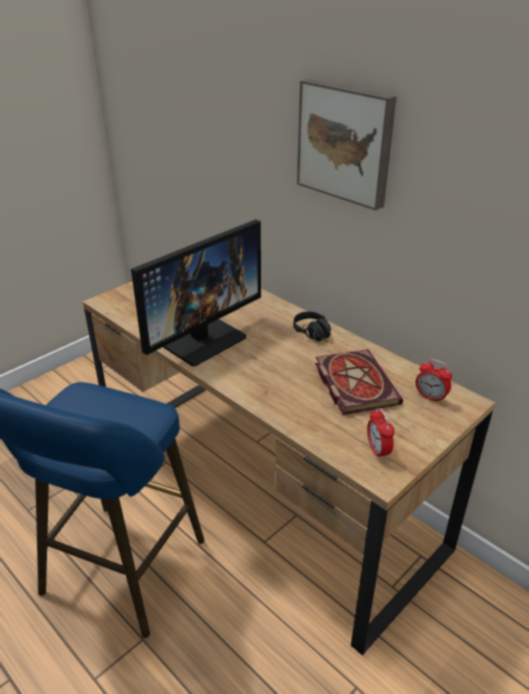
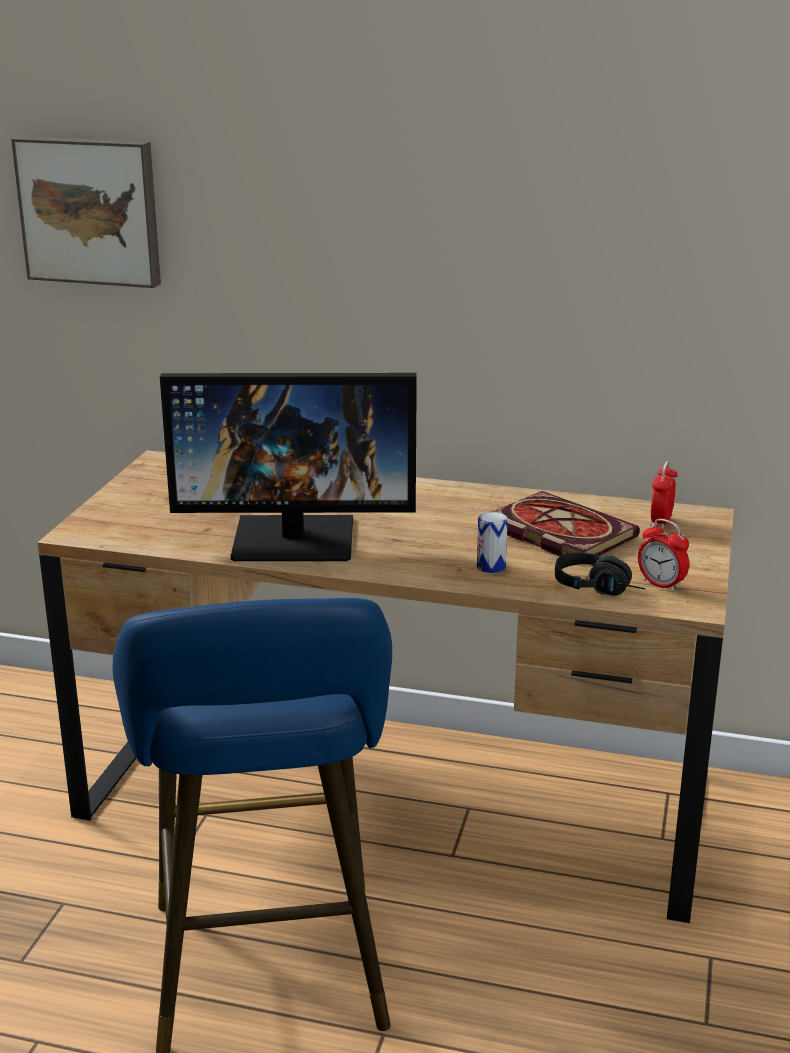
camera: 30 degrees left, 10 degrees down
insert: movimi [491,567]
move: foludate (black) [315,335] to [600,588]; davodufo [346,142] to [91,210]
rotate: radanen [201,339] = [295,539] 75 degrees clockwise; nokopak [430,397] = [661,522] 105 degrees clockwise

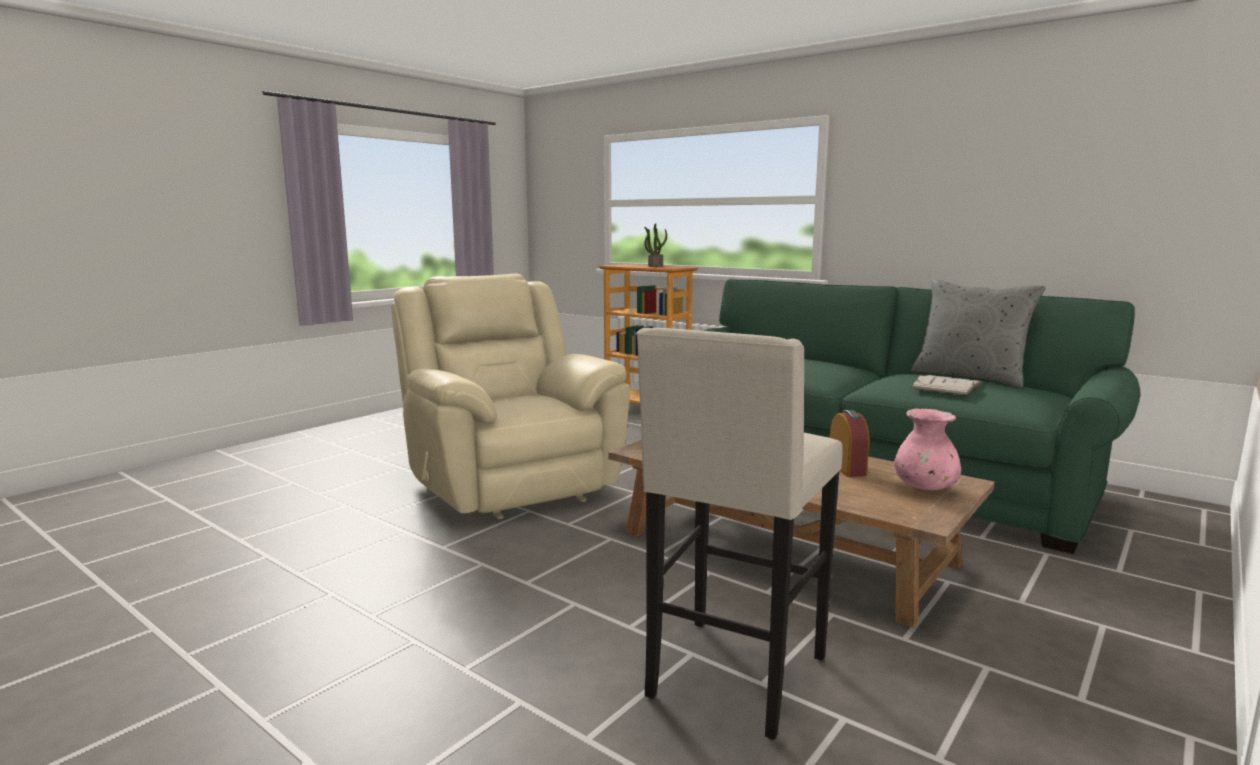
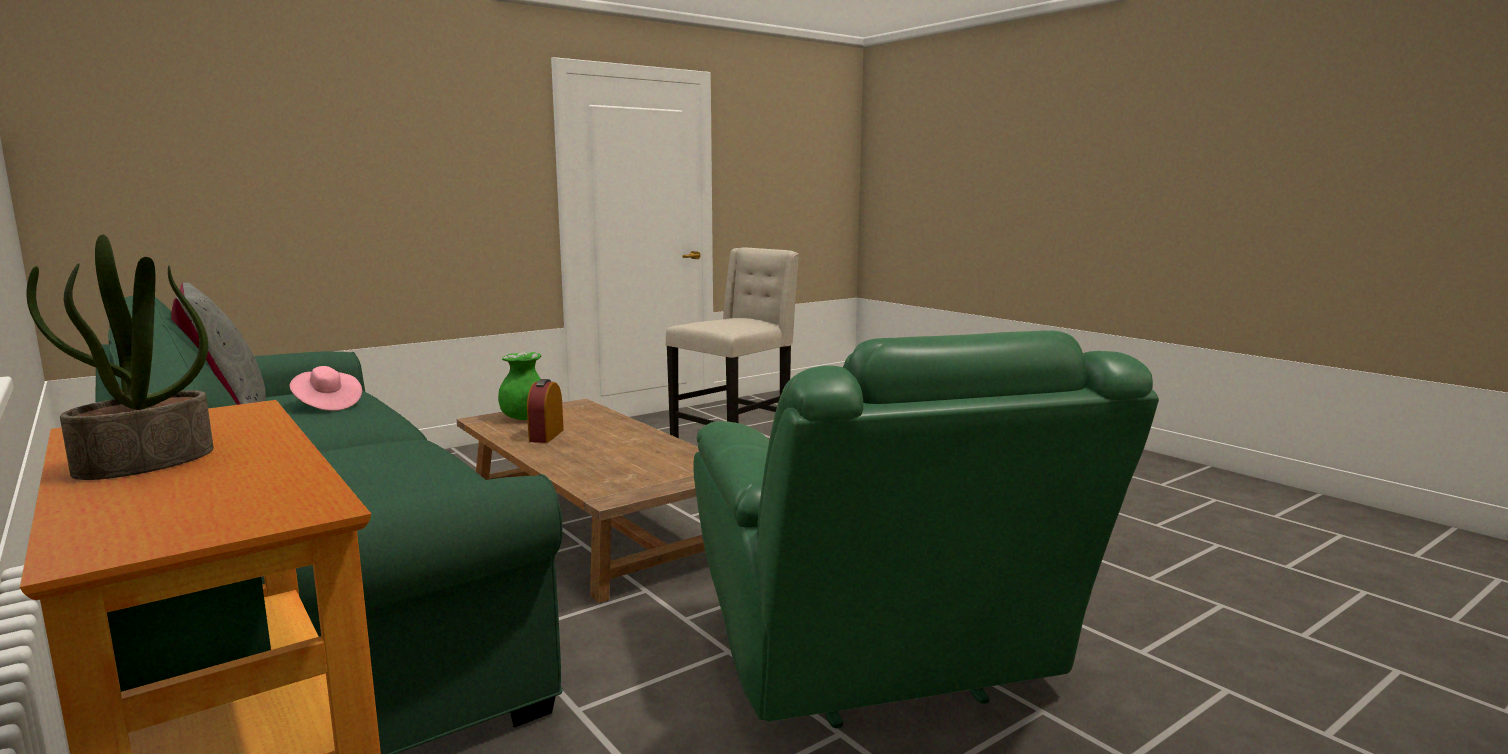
camera: 165 degrees left, 0 degrees up
replace: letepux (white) [946,386] to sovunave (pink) [327,405]
recolor: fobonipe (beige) [509,483] to fobonipe (green) [883,670]; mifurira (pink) [925,488] to mifurira (green) [525,418]

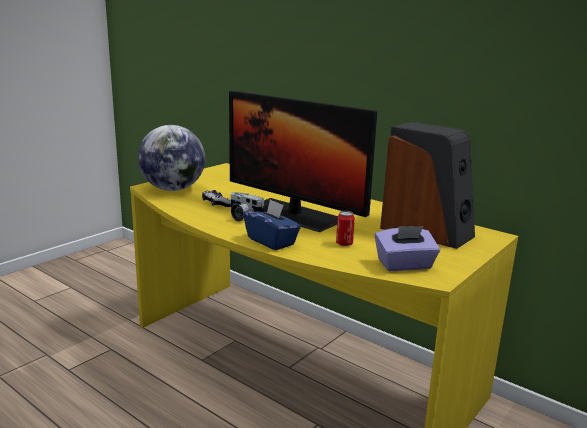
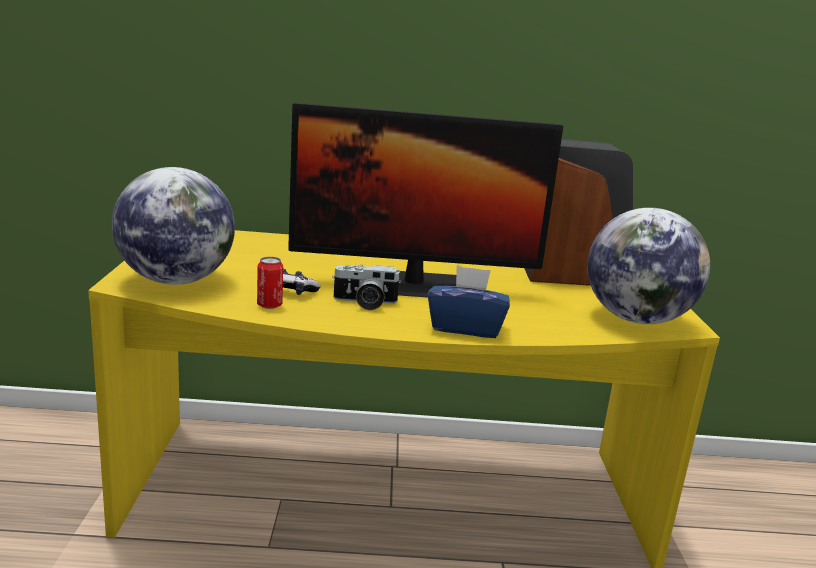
camera: 40 degrees left, 0 degrees up
move: movimi [344,244] to [269,305]
replace: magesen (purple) [405,265] to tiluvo [636,319]

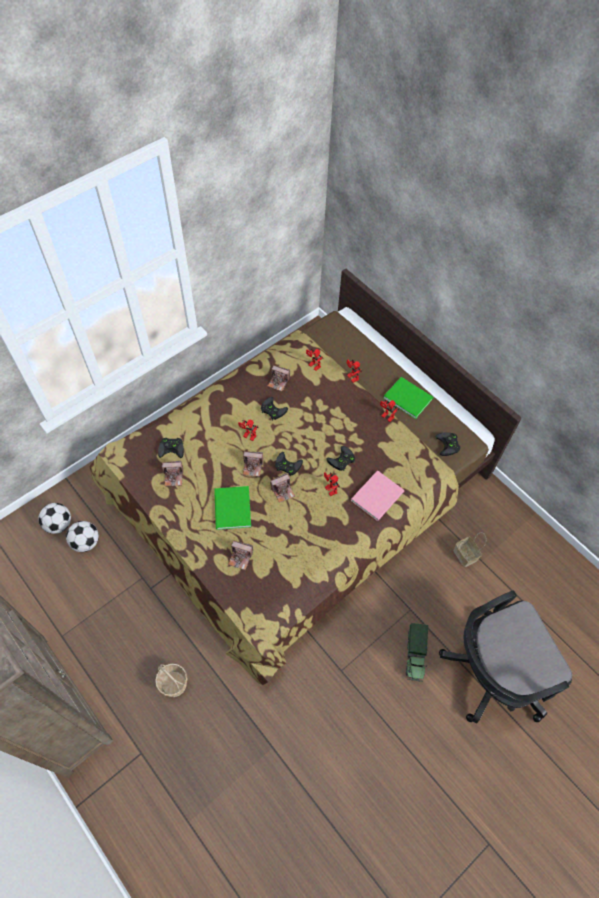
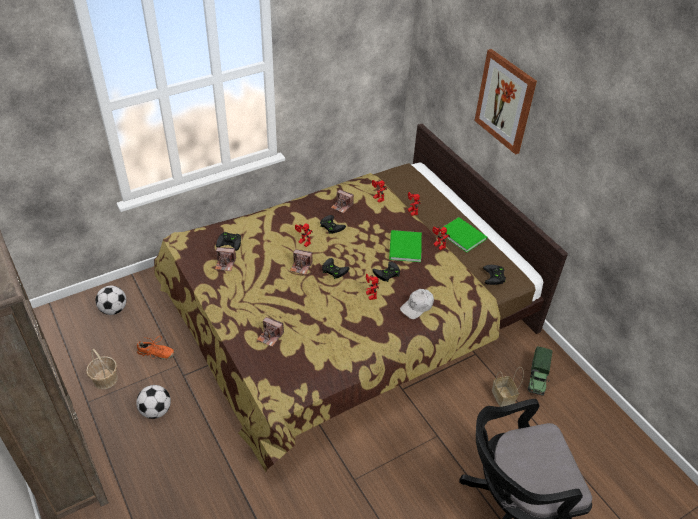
camera: 10 degrees right, 15 degrees down
delete: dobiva [282,491]
insert: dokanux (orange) [156,354]; davodufo [505,101]
move: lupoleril [86,542] to [156,411]; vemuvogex [174,684] to [105,379]; letepux (green) [231,510] to [404,248]; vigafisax [415,655] to [537,378]
replace: letepux (pink) [379,496] to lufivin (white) [417,307]

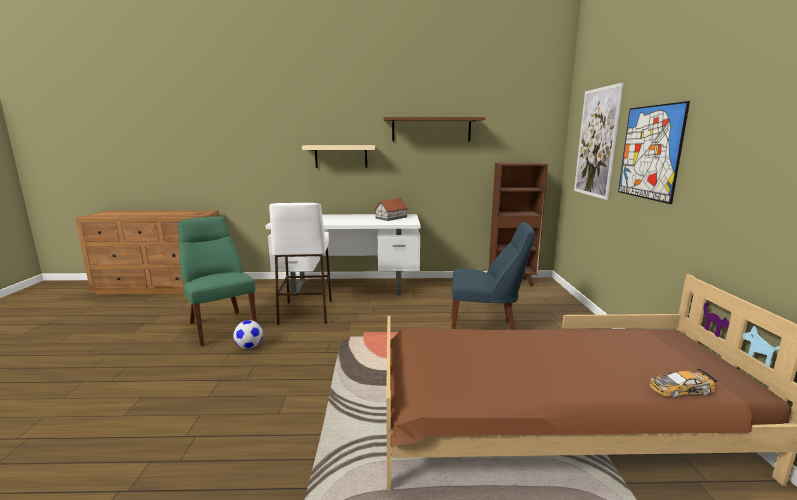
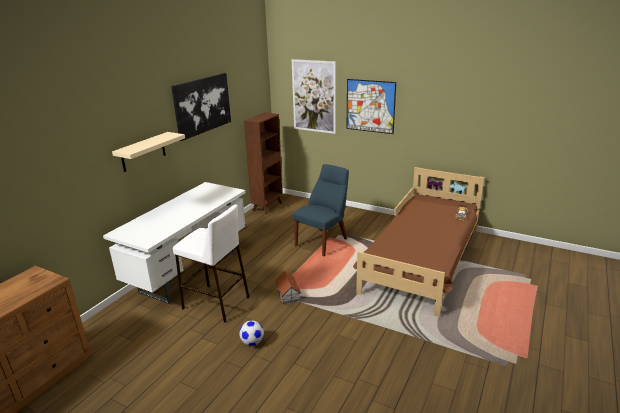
camera: 60 degrees left, 10 degrees up
delete: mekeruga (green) [221,326]
move: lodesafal [391,217] to [288,293]
replace: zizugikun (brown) [431,130] to davodufo [202,105]

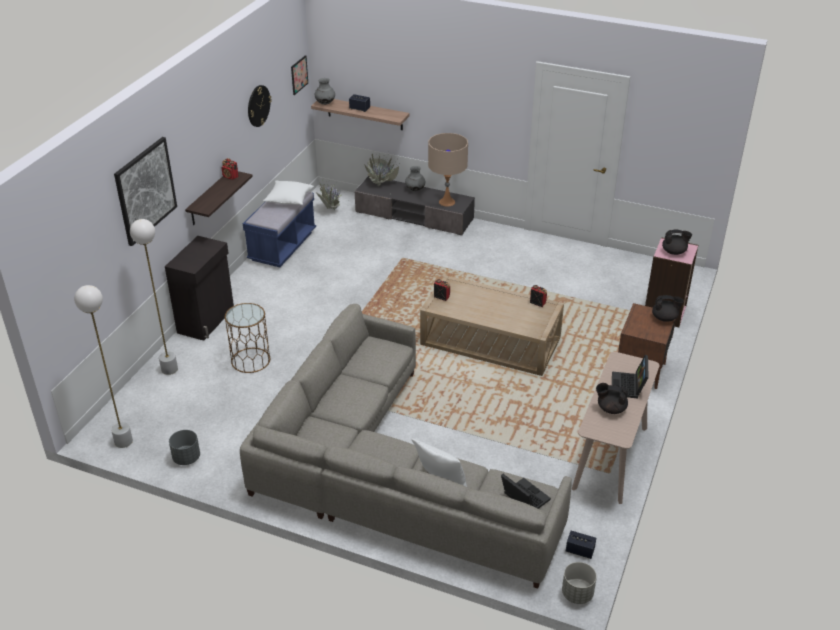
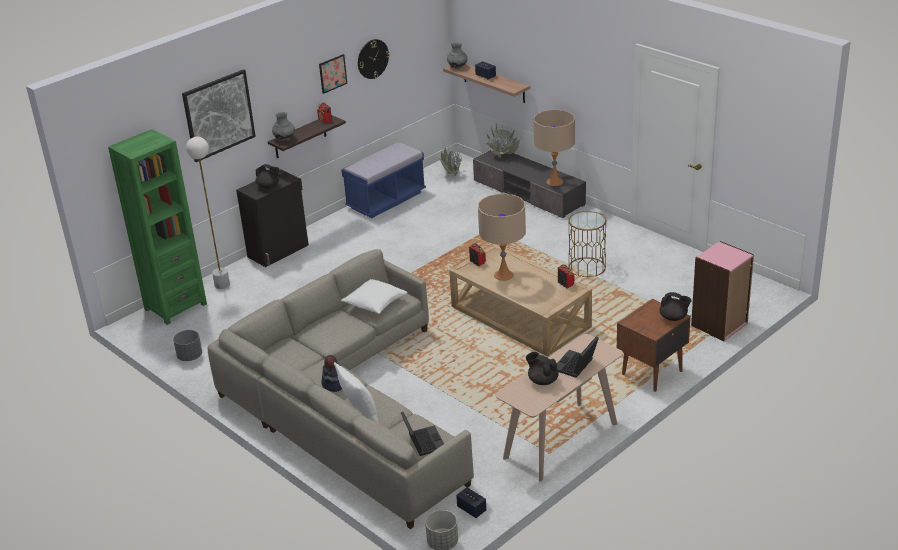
camera: 25 degrees right, 5 degrees down
delete: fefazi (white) [123,441]
insert: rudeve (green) [175,306]; sovunave [333,384]; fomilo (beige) [504,275]
move: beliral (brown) [250,360] to [586,267]; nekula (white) [289,199] to [374,303]; davodufo [299,75] to [332,73]; mifurira (grey) [415,190] to [284,139]; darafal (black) [674,252] to [269,186]

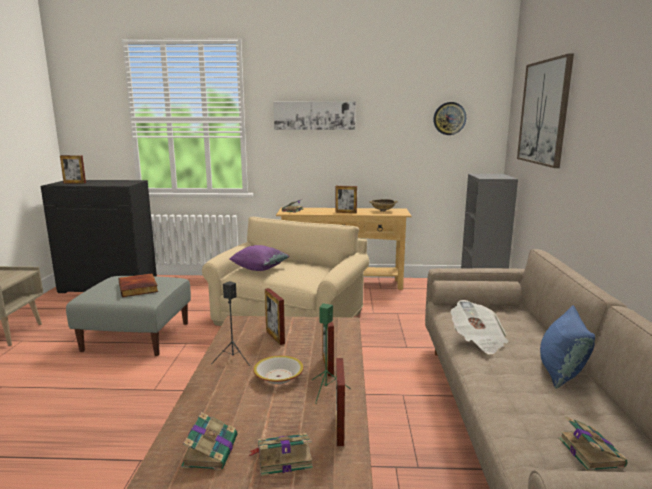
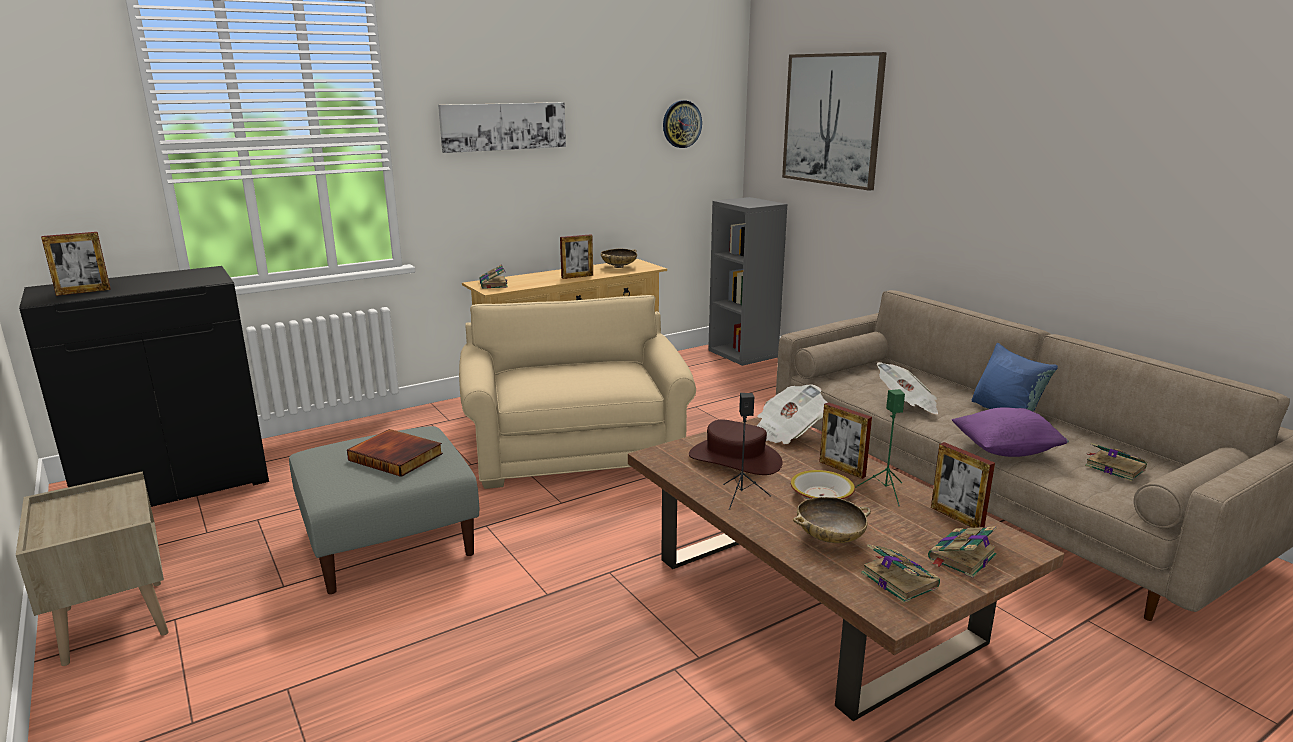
camera: 35 degrees left, 5 degrees up
insert: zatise [786,433]; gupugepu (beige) [829,538]
move: nekula (purple) [259,269] to [1006,450]
replace: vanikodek [275,337] to sovunave (brown) [735,459]

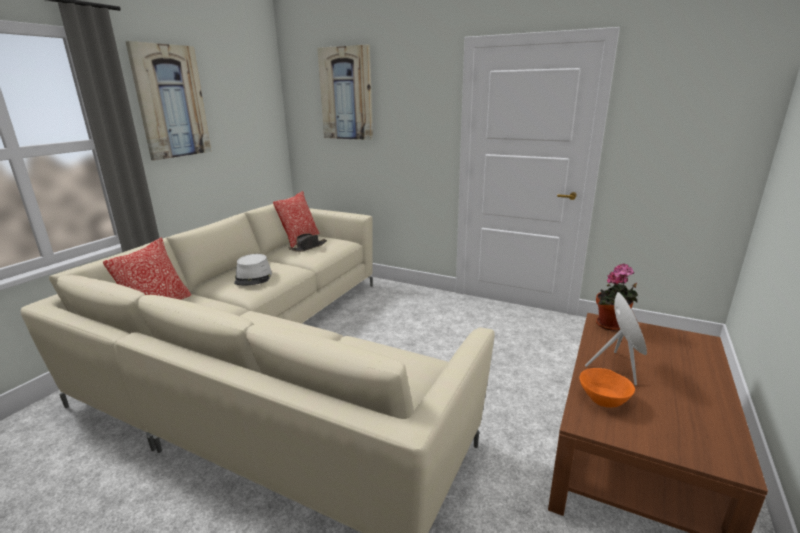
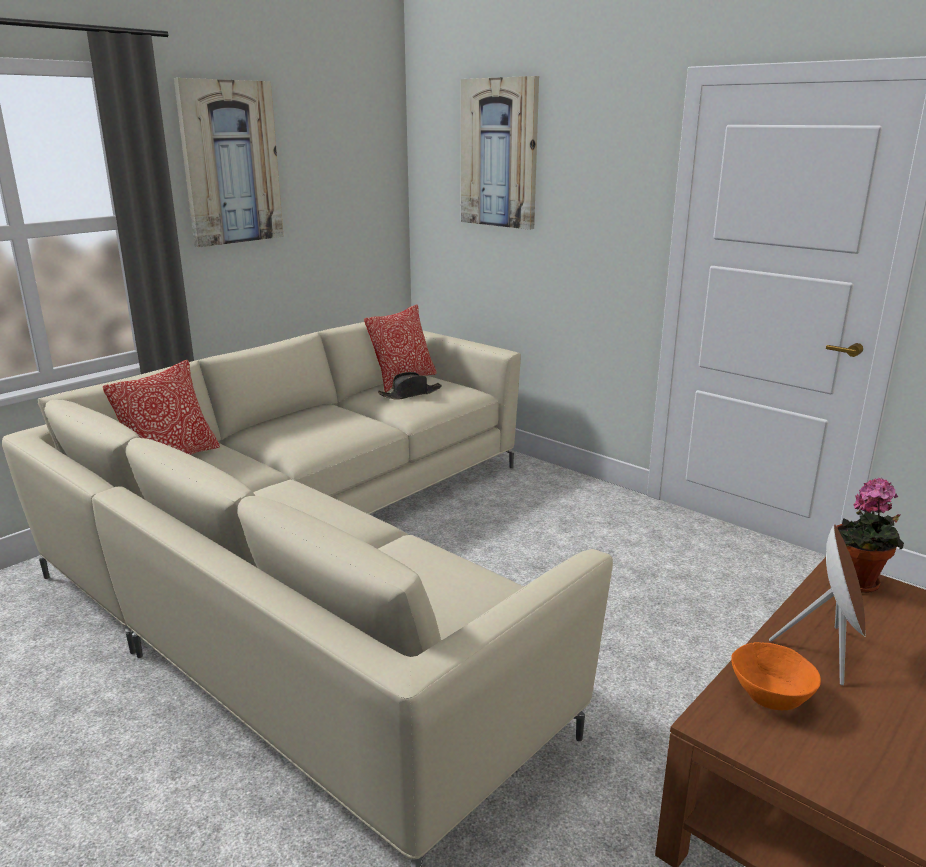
camera: 15 degrees right, 0 degrees up
delete: sovunave (grey) [253,277]

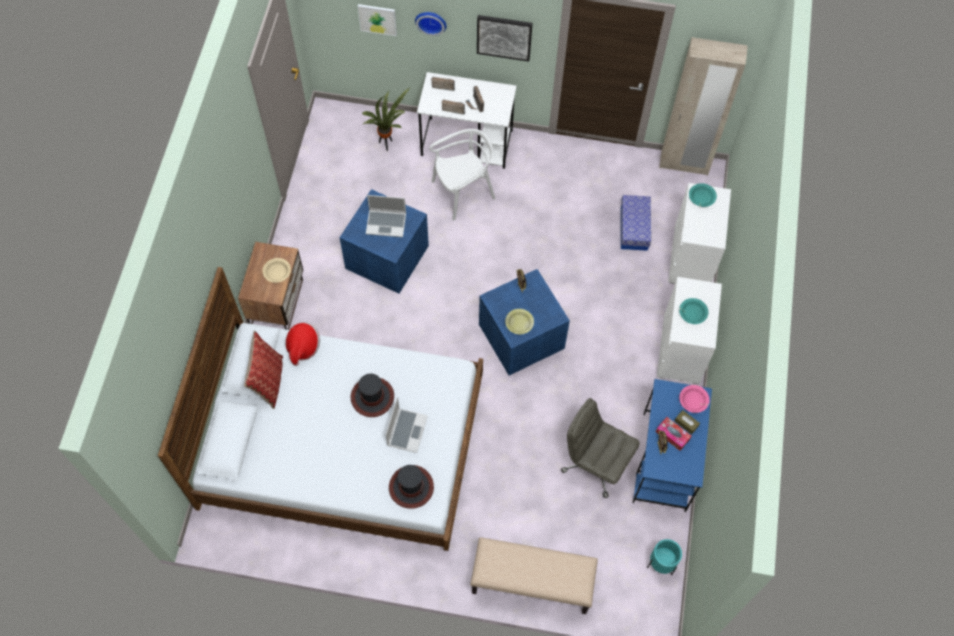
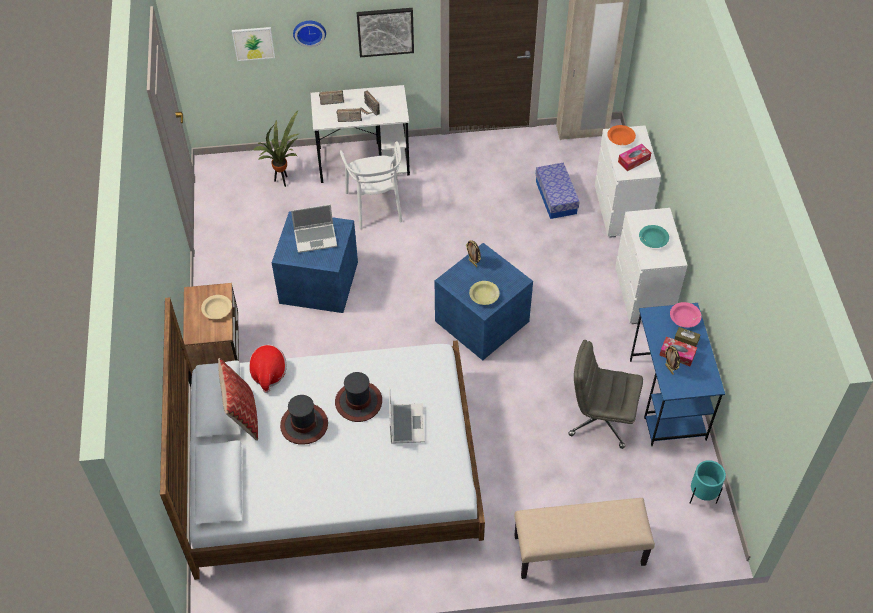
camera: 15 degrees left, 10 degrees down
insert: magesen [634,160]
move: sovunave [411,487] to [304,424]
recolor: gupugepu (turquoise) [701,198] to gupugepu (orange) [620,139]
rotate: mekeruga (white) [463,192] = [376,205] 120 degrees clockwise

